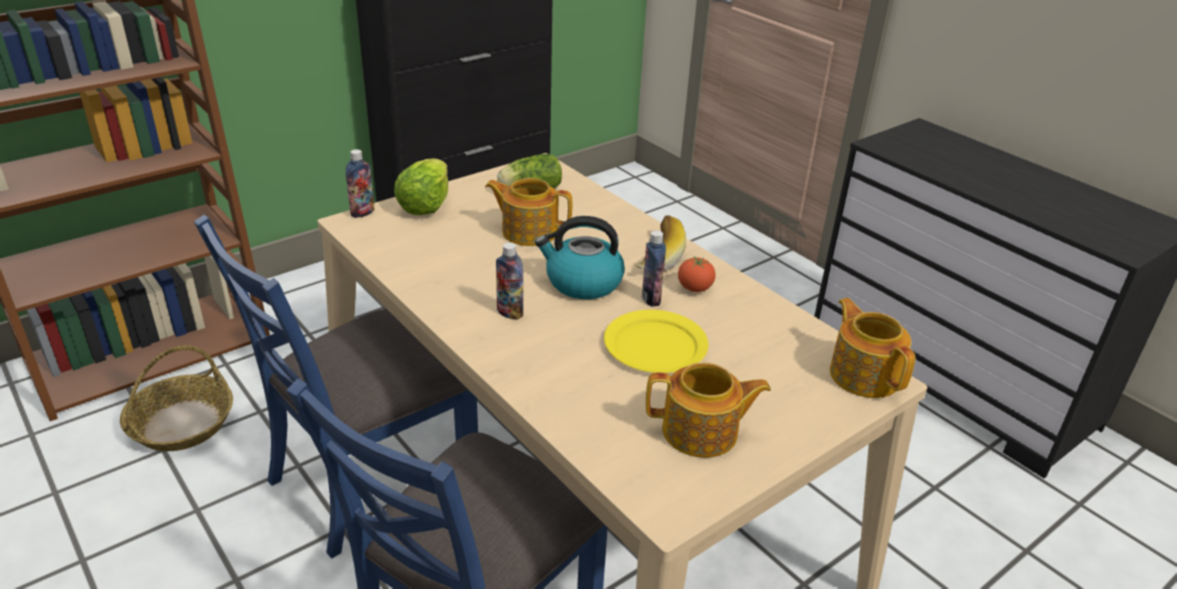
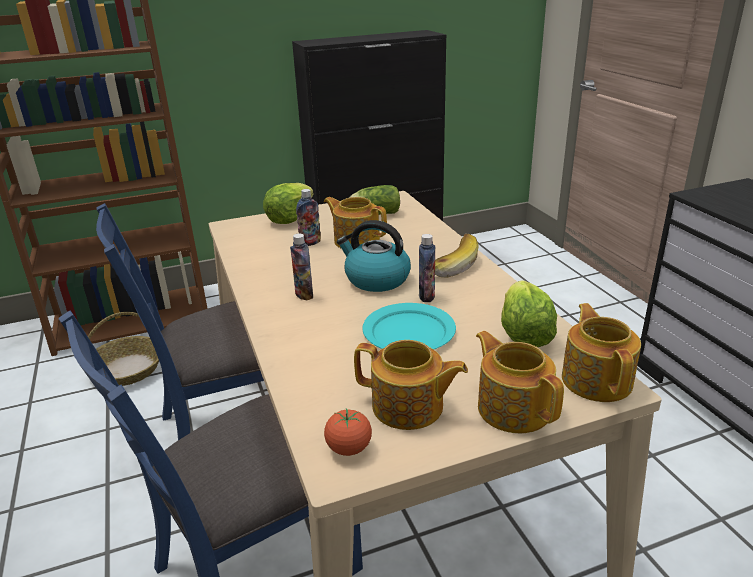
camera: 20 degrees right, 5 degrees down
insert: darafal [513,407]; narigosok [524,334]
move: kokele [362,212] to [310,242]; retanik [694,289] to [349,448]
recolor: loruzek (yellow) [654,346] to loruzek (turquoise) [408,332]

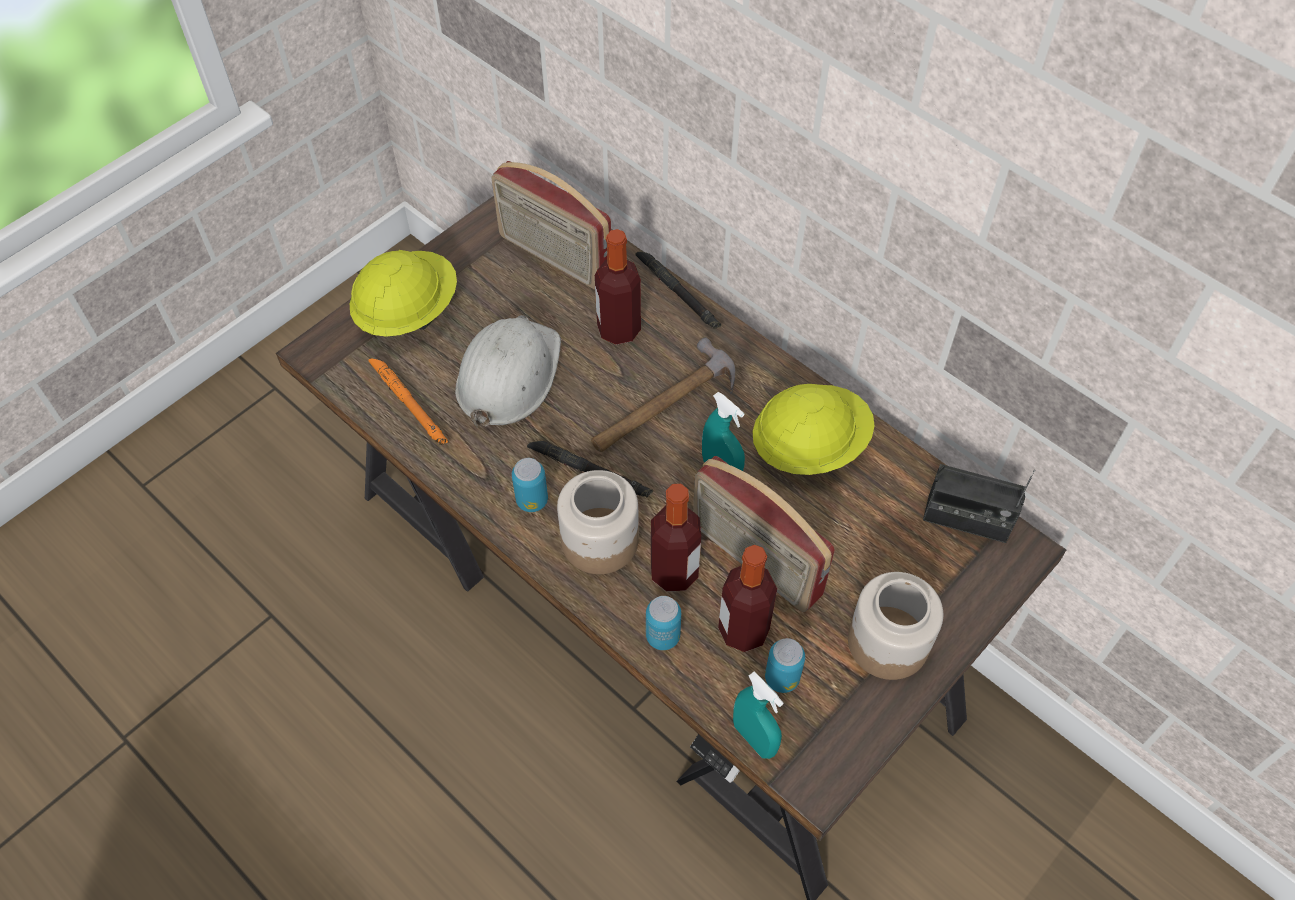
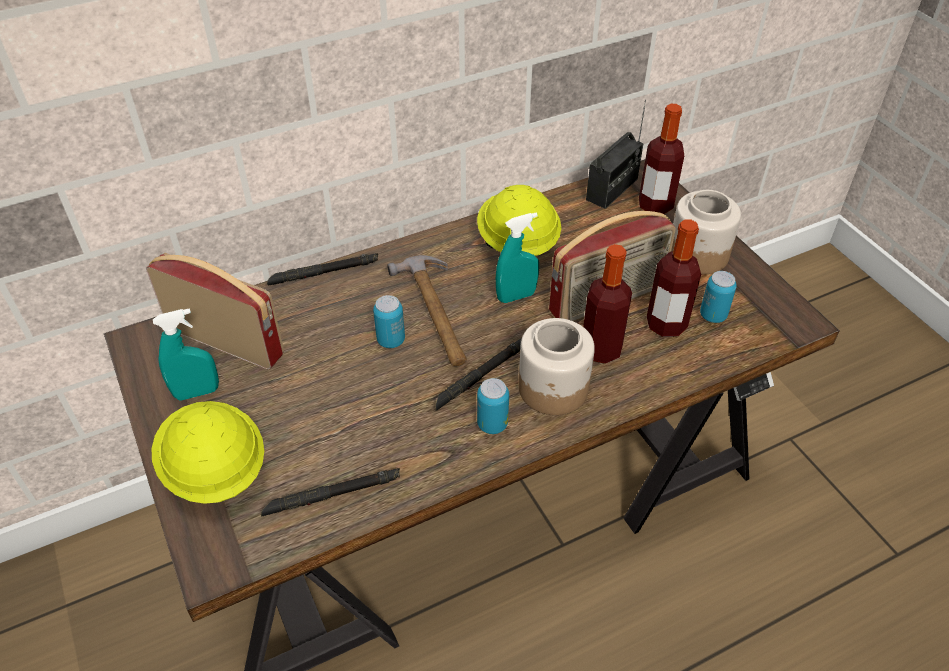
camera: 70 degrees left, 10 degrees down
delete: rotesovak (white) [508,375]
move: kokele [619,329] to [655,205]; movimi [663,636] to [391,340]; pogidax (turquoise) [754,738] to [197,392]
recolor: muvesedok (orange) [408,404] to muvesedok (black) [332,495]
rotate: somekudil [554,257] = [227,341] 120 degrees counterclockwise

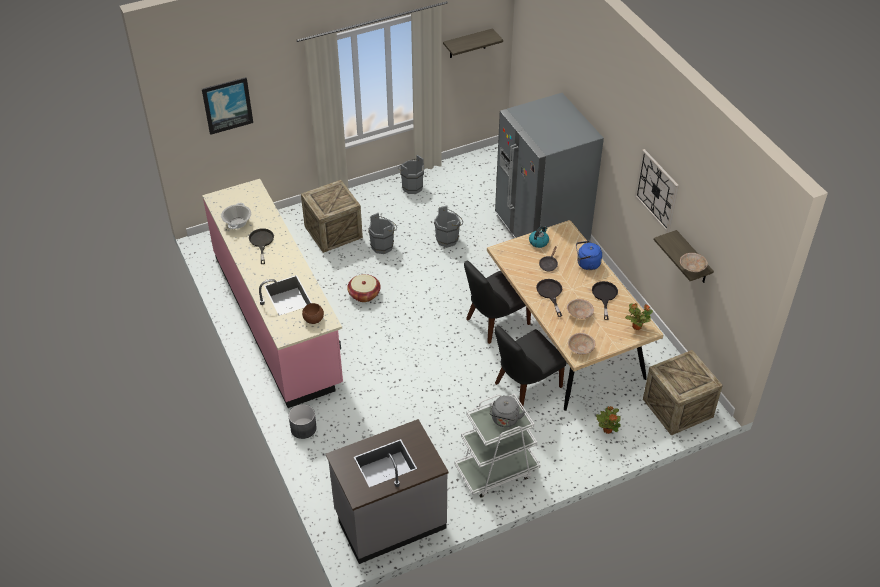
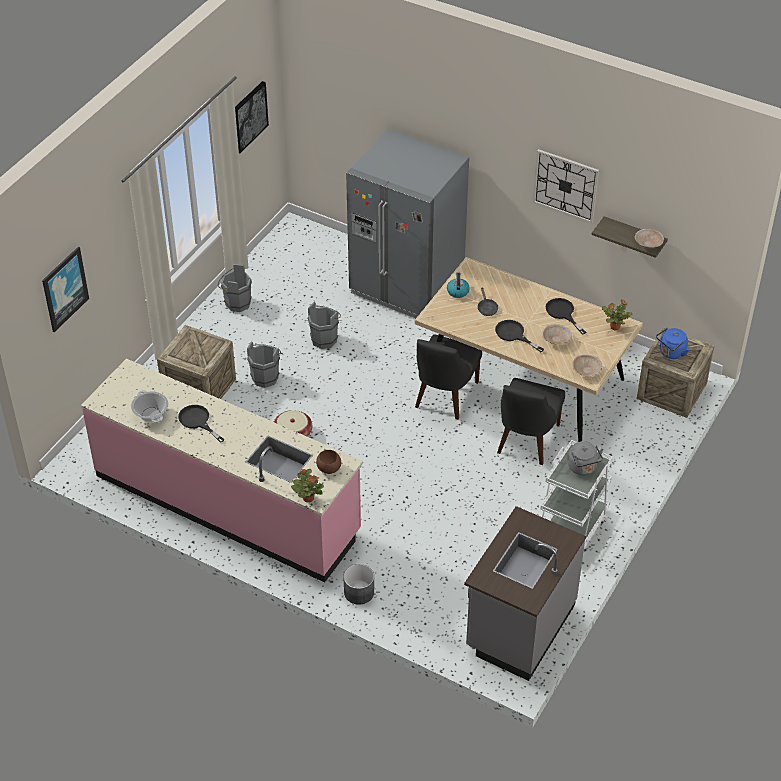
camera: 35 degrees left, 0 degrees up
move: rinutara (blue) [587,264] to [671,353]; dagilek [607,429] to [308,498]
replace: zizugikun [467,43] to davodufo [249,116]

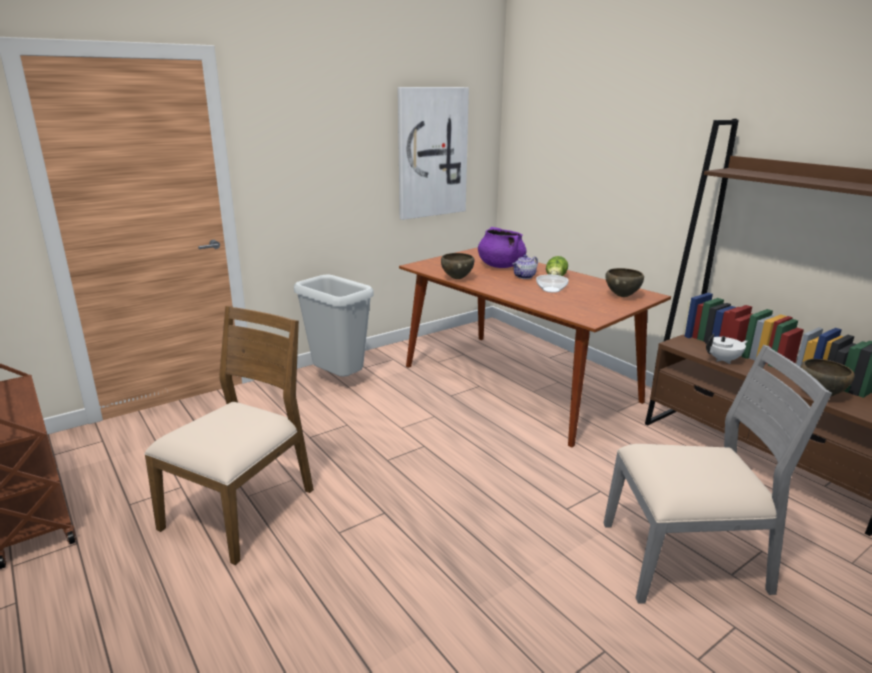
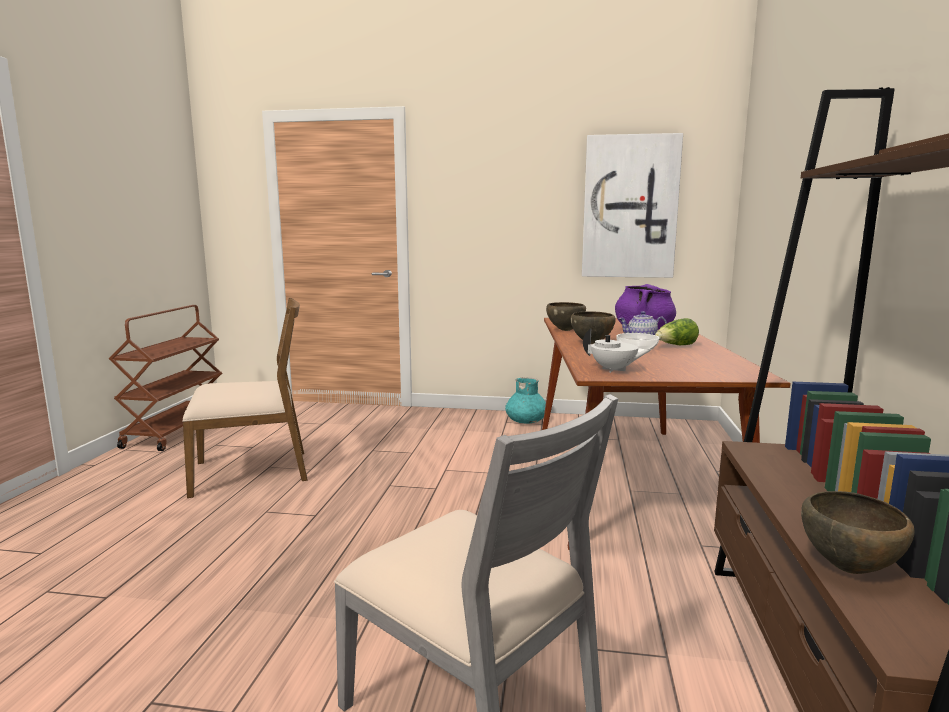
camera: 45 degrees right, 10 degrees down
delete: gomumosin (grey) [339,380]
insert: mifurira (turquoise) [526,421]
move: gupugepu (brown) [622,296] to [592,343]; darafal (white) [724,360] to [614,370]

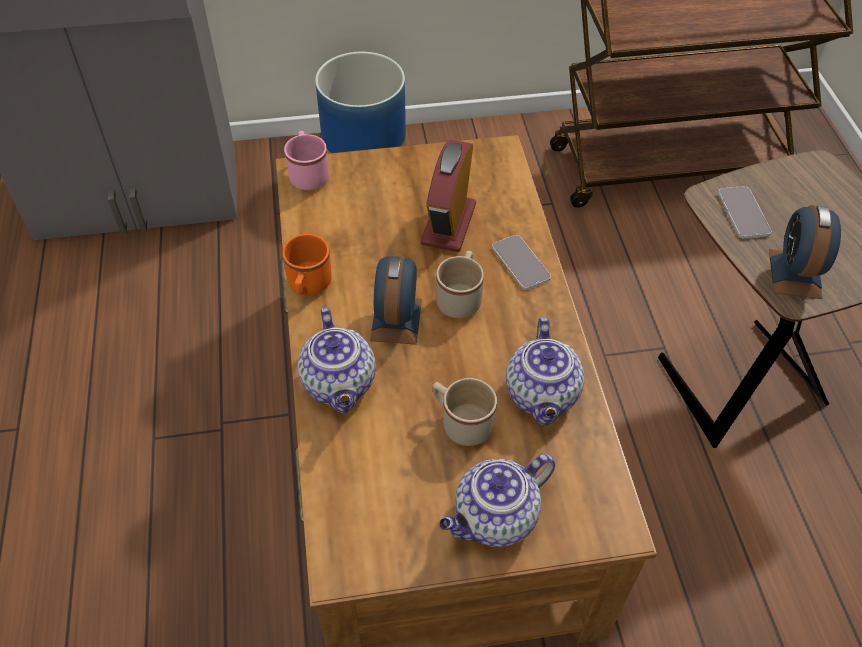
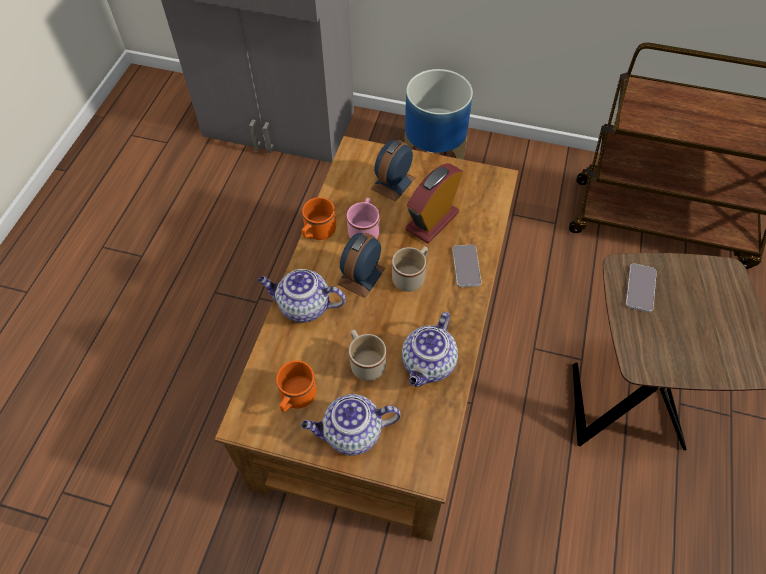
camera: 25 degrees right, 5 degrees up
insert: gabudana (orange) [296,398]
move: gabudana (pink) [308,174] to [364,230]; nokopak [795,274] to [393,183]
rotate: darafal [340,385] = [303,306] 90 degrees clockwise

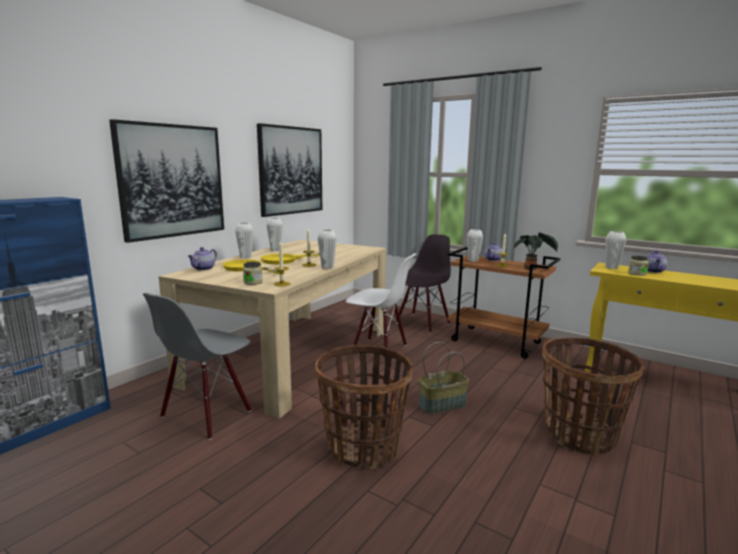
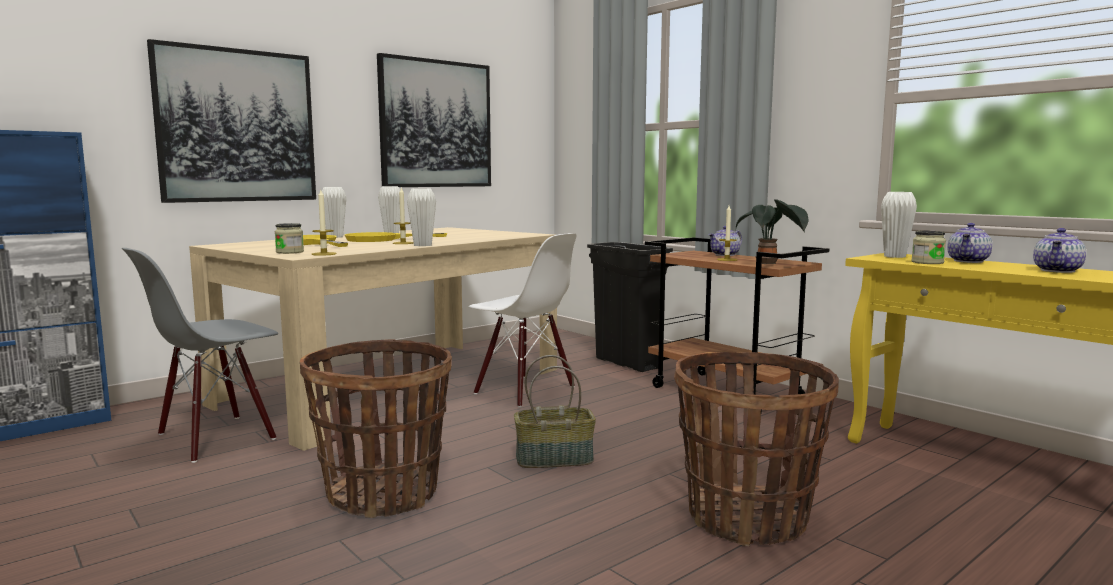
camera: 15 degrees right, 5 degrees down
delete: mifurira (white) [473,260]
move: darafal [204,269] to [1058,271]
replace: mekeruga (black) [422,323] to gomumosin (black) [627,363]

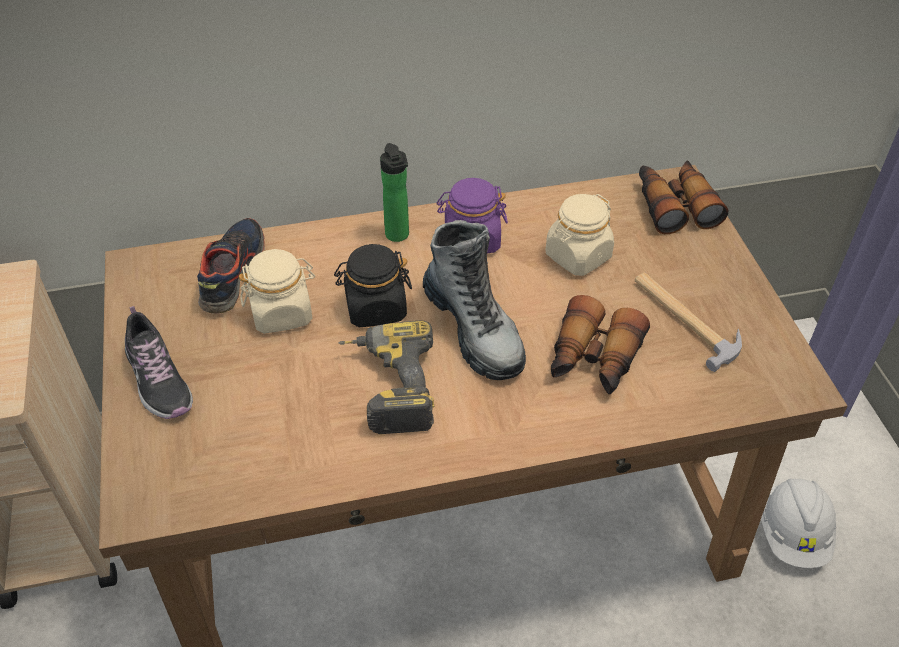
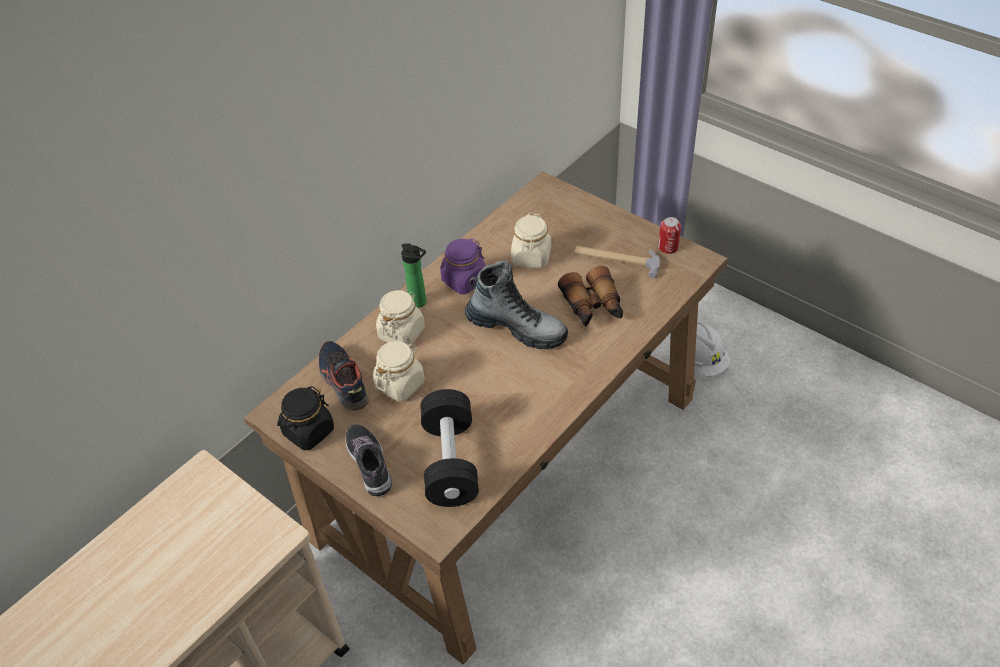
camera: 35 degrees left, 0 degrees up
delete: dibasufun [386,387]; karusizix [674,205]
insert: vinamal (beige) [402,332]; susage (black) [450,462]; movimi [668,247]
move: vinamal (black) [375,308] to [308,432]
rotate: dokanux [158,379] = [369,463] 135 degrees counterclockwise

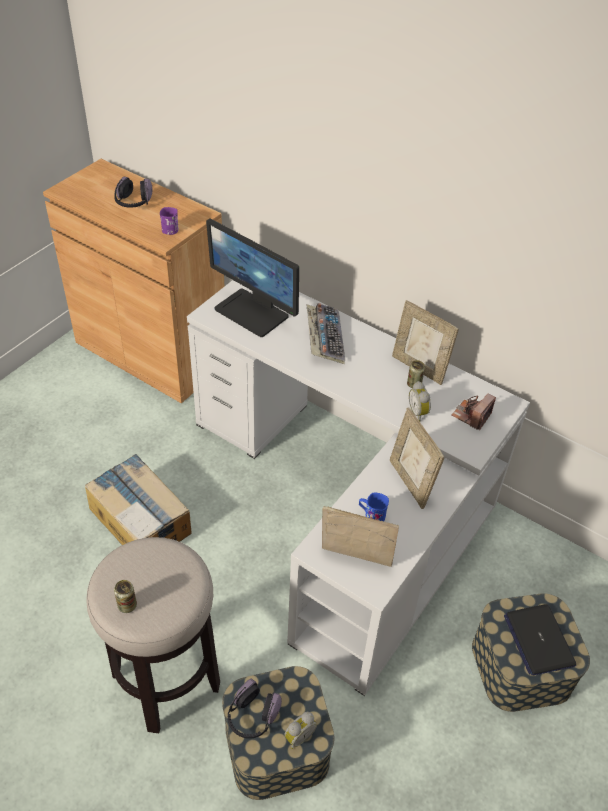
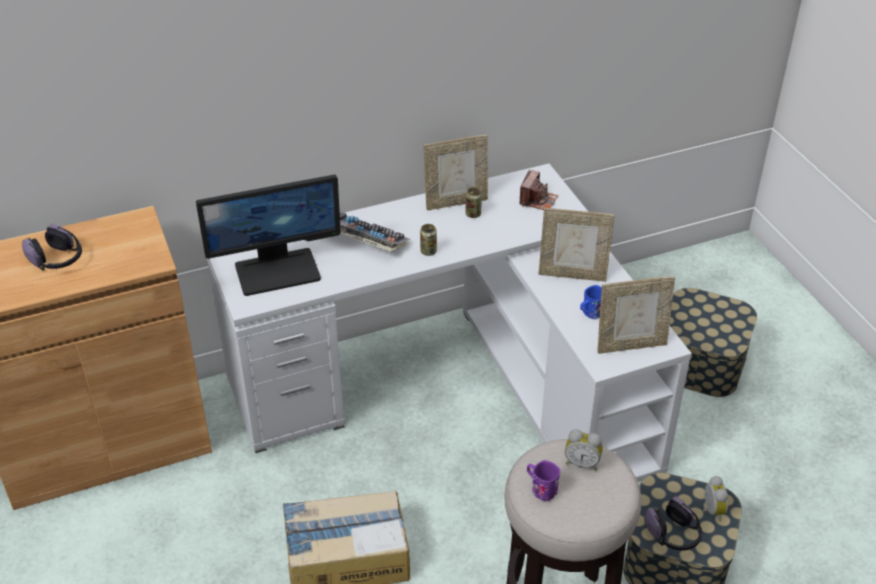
camera: 55 degrees left, 5 degrees down
delete: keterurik [538,640]
move: movimi [127,605] to [428,251]; gabudana (purple) [171,228] to [540,488]; nokopak [418,413] to [582,462]
rotate: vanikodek [355,560] = [631,345] 150 degrees counterclockwise; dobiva [471,416] = [538,200] 135 degrees counterclockwise

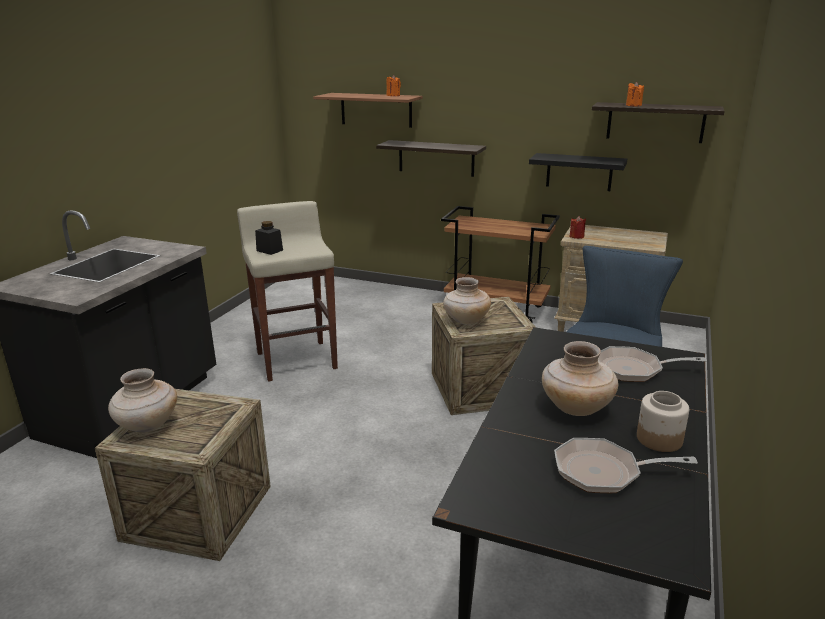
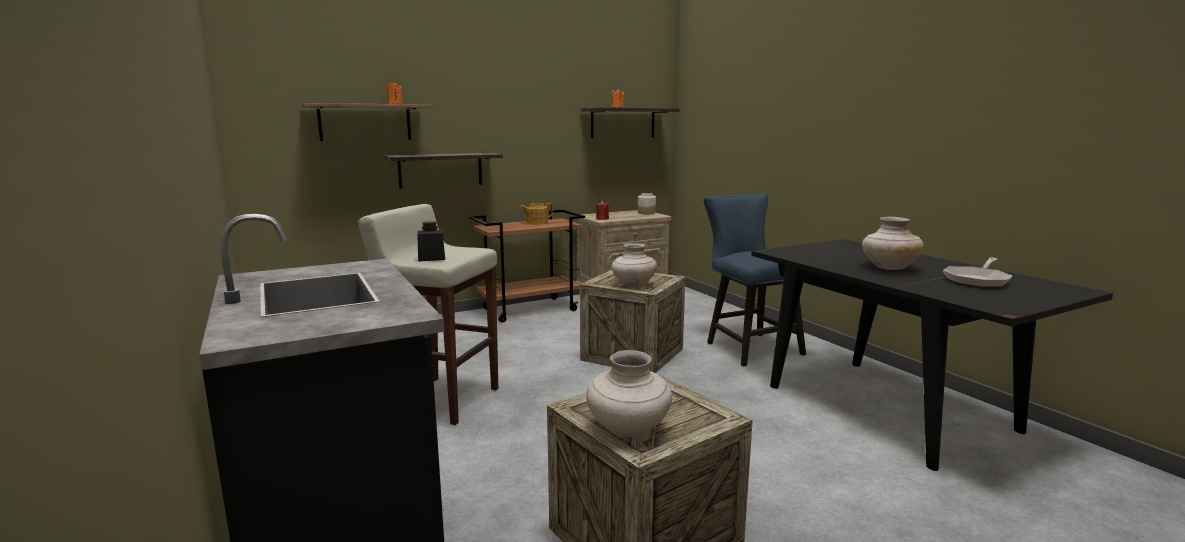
camera: 50 degrees left, 10 degrees down
delete: zizugikun (black) [579,172]; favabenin [634,369]
insert: darafal [536,222]
move: vinamal [659,439] to [646,213]

